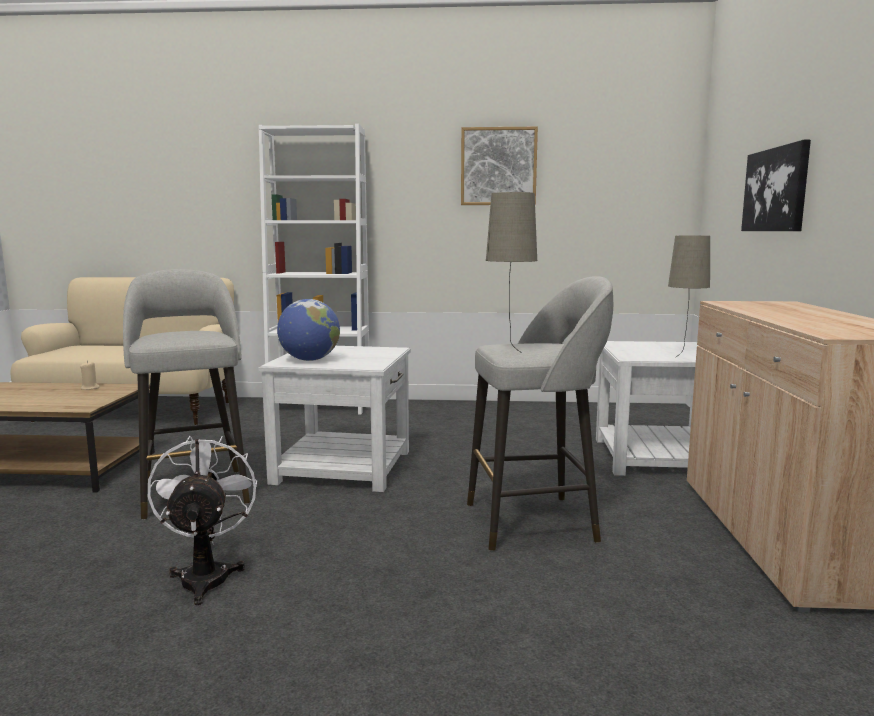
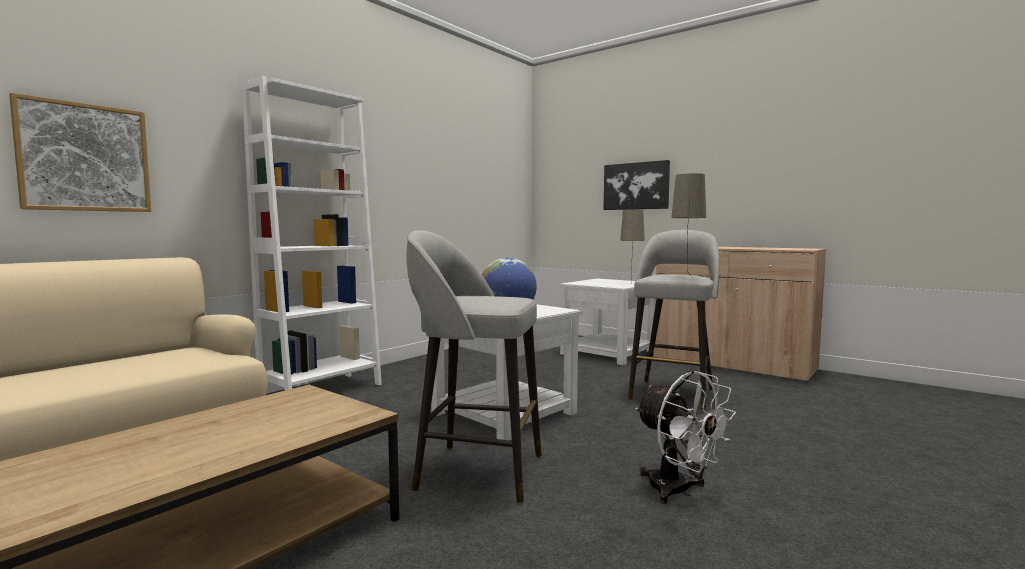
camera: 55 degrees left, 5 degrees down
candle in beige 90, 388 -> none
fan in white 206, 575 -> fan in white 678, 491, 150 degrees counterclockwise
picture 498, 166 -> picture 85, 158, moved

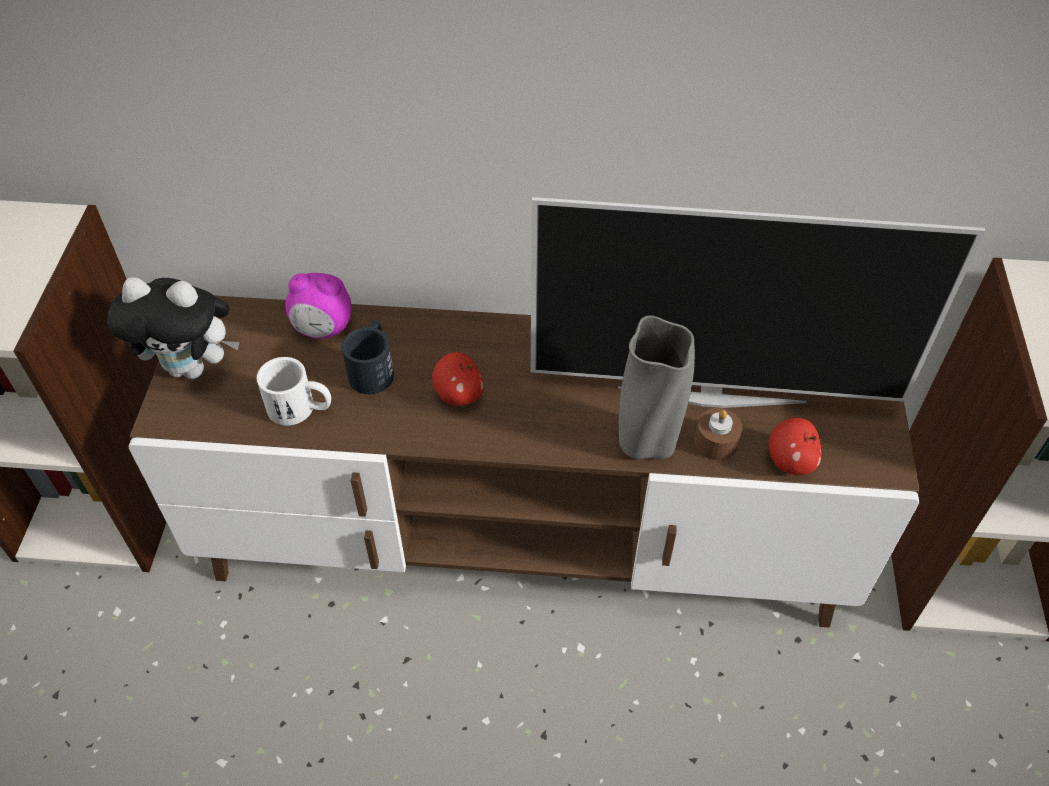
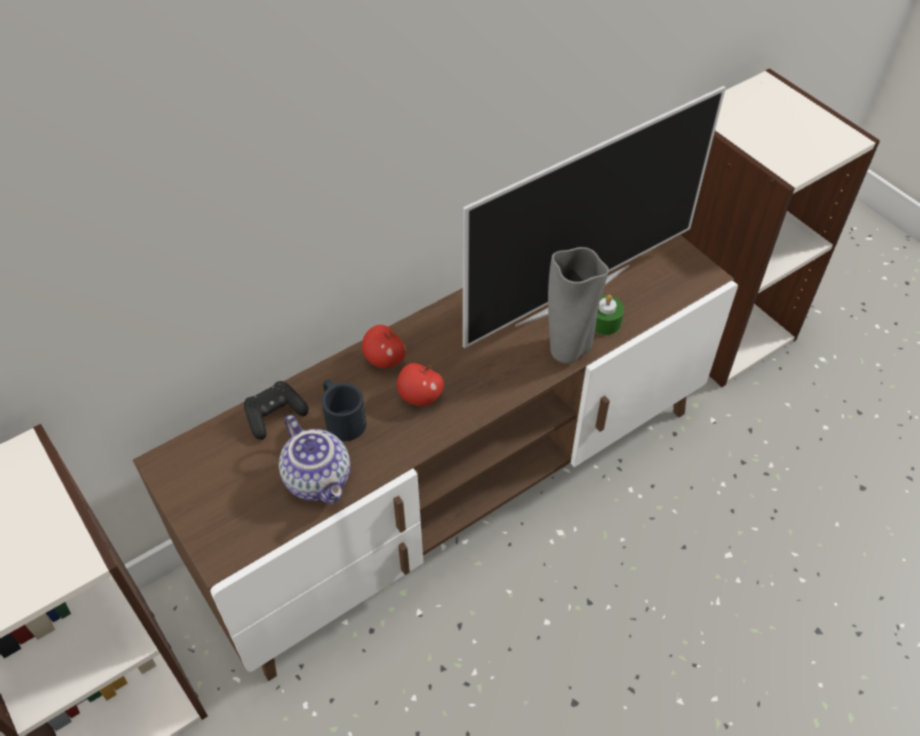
camera: 40 degrees left, 0 degrees up
plush toy 193, 367 -> none
mug in white 300, 408 -> teapot 320, 479
alarm clock 323, 329 -> game controller in black 275, 415
candle in brown 716, 442 -> candle in green 604, 322
apple 790, 462 -> apple 384, 360, moved

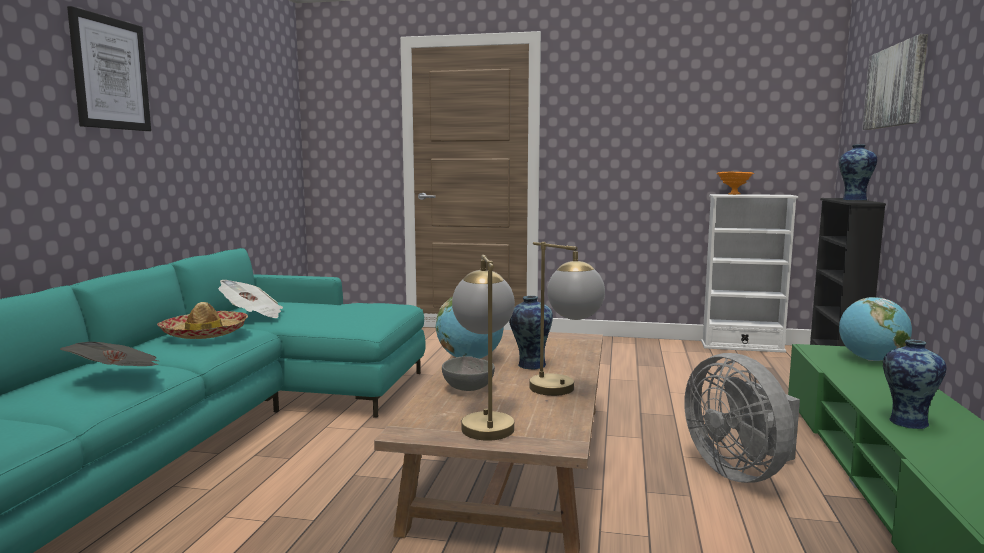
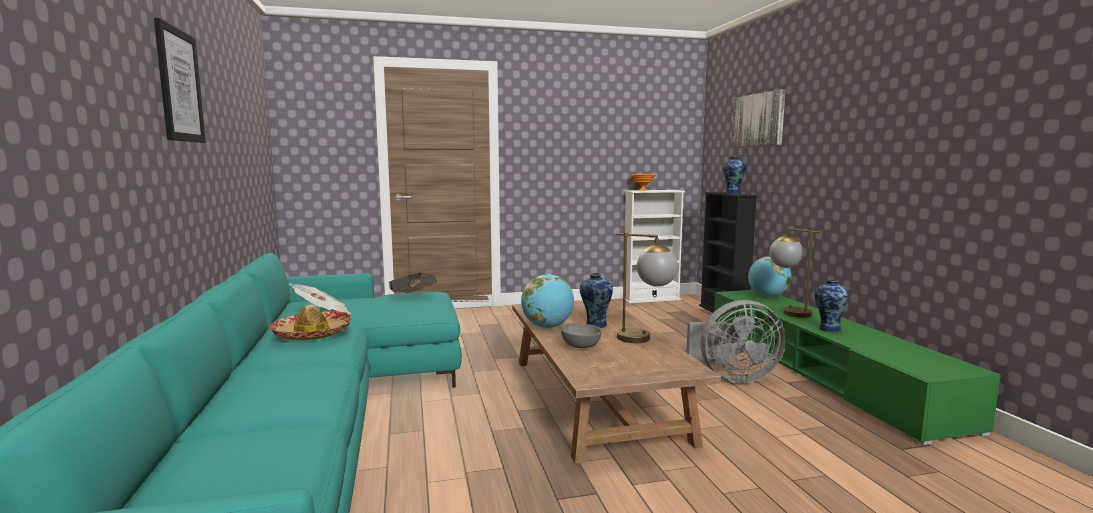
camera: 25 degrees left, 0 degrees up
newspaper 118, 378 -> newspaper 413, 296, moved
table lamp 484, 422 -> table lamp 788, 312, moved
fan in grey 740, 471 -> fan in grey 732, 377, 45 degrees counterclockwise

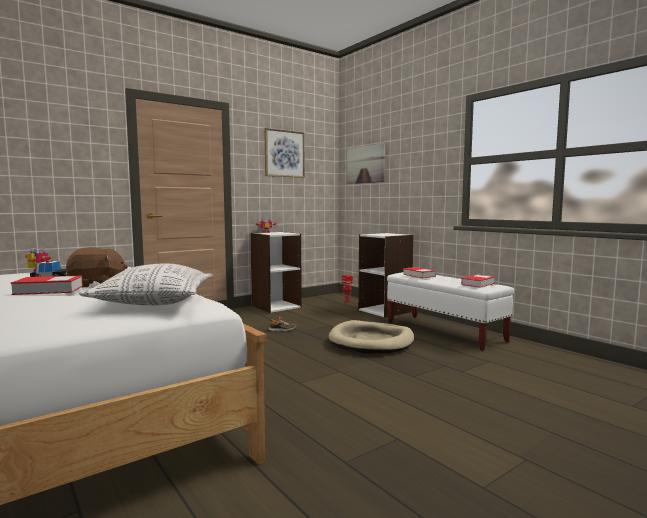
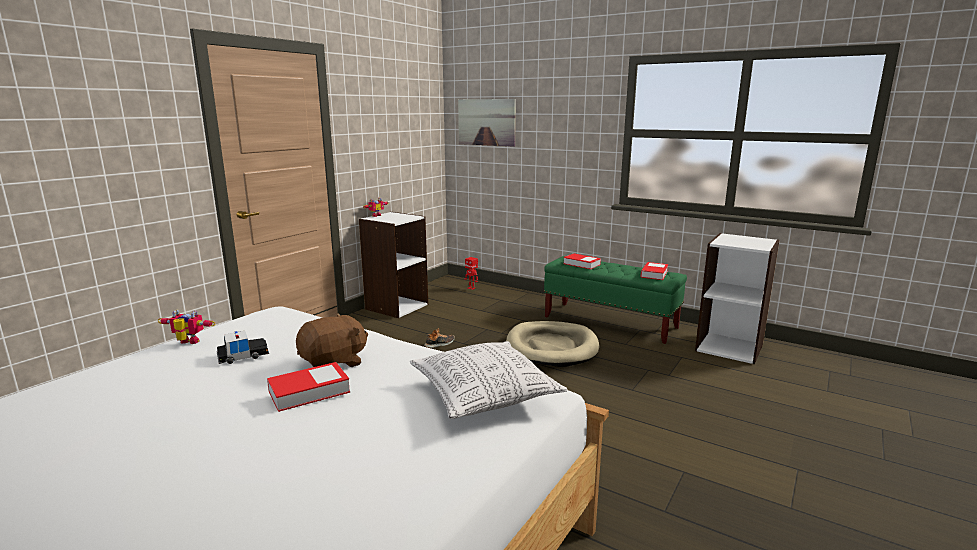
camera: 20 degrees left, 10 degrees up
picture 284, 153 -> none
bookcase in white 385, 311 -> bookcase in white 729, 347, moved
bench in white 444, 332 -> bench in green 610, 323

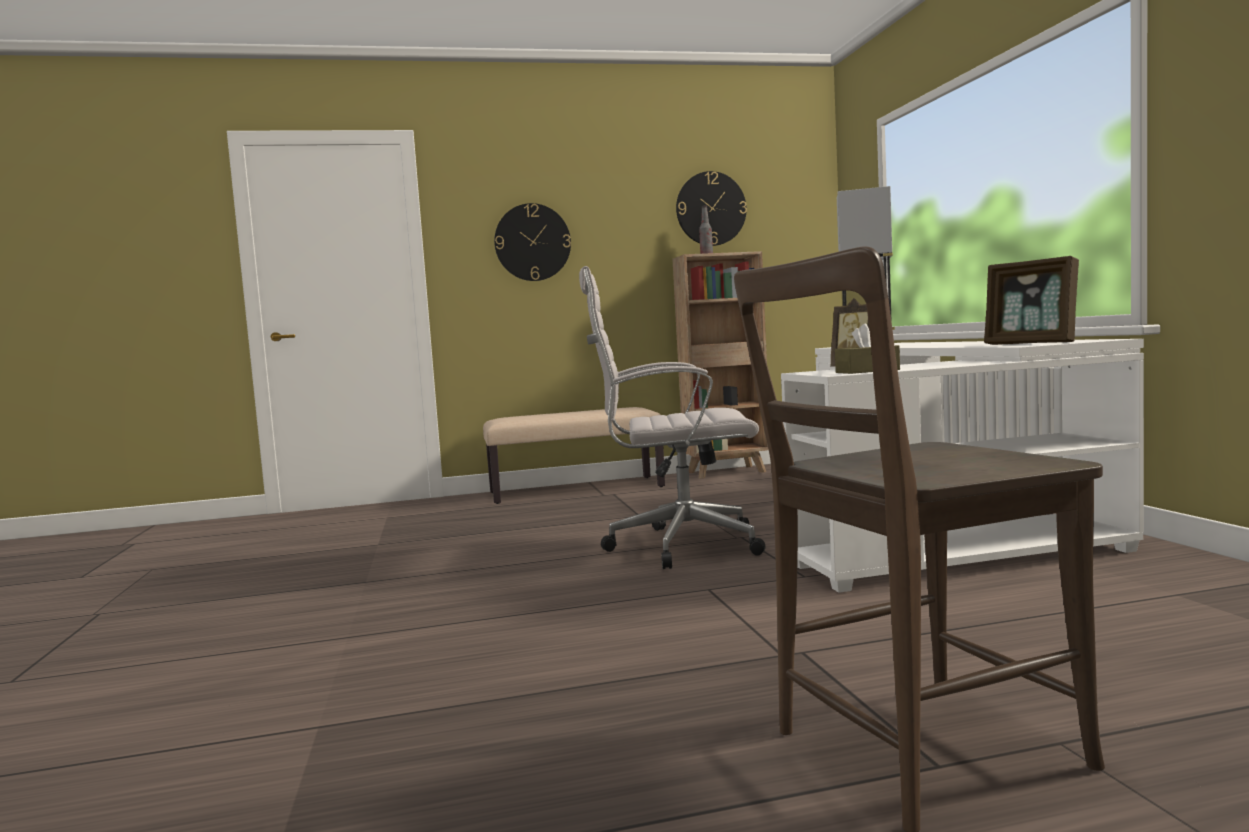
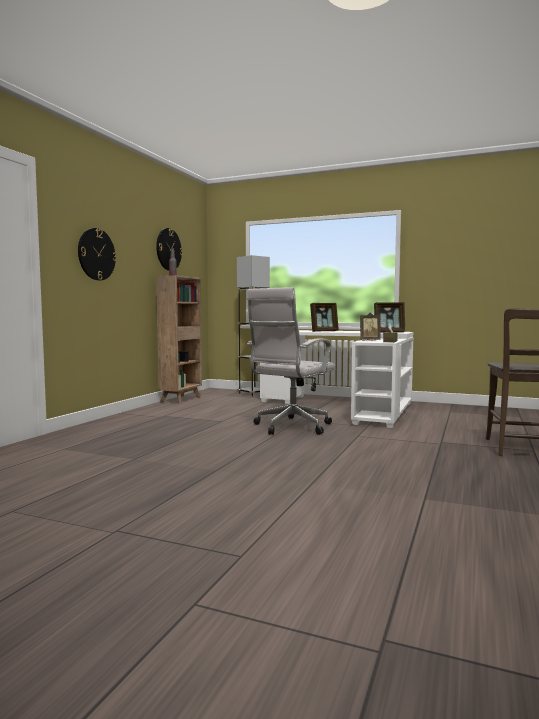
camera: 55 degrees left, 0 degrees up
bench in beige 576, 489 -> none
none -> picture frame 324, 331

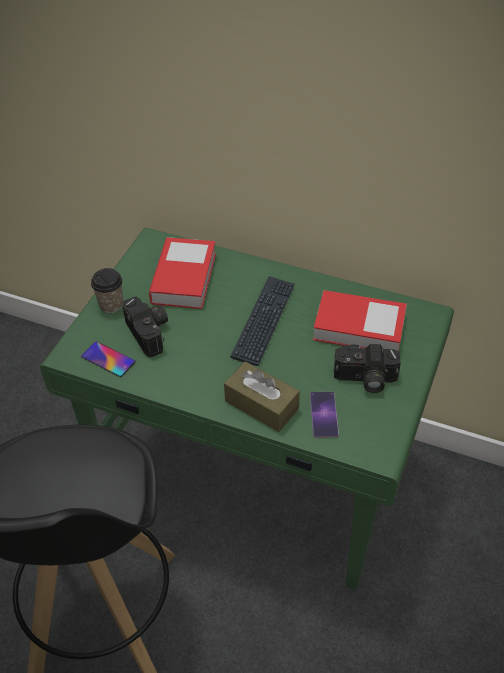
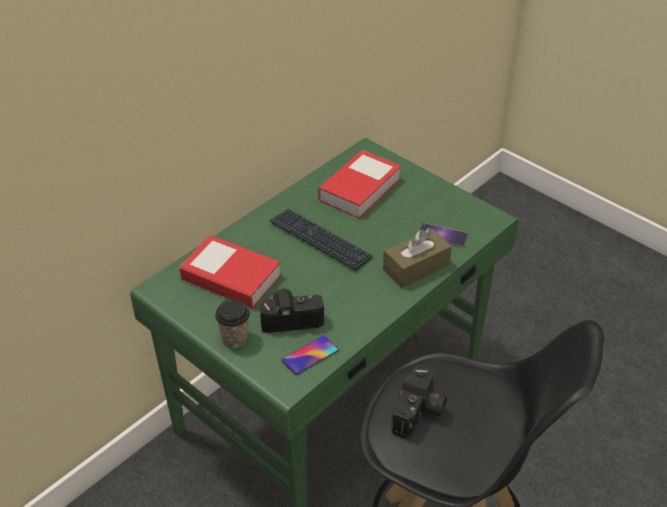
camera: 70 degrees left, 5 degrees down
photo camera 365, 379 -> photo camera 419, 413, moved

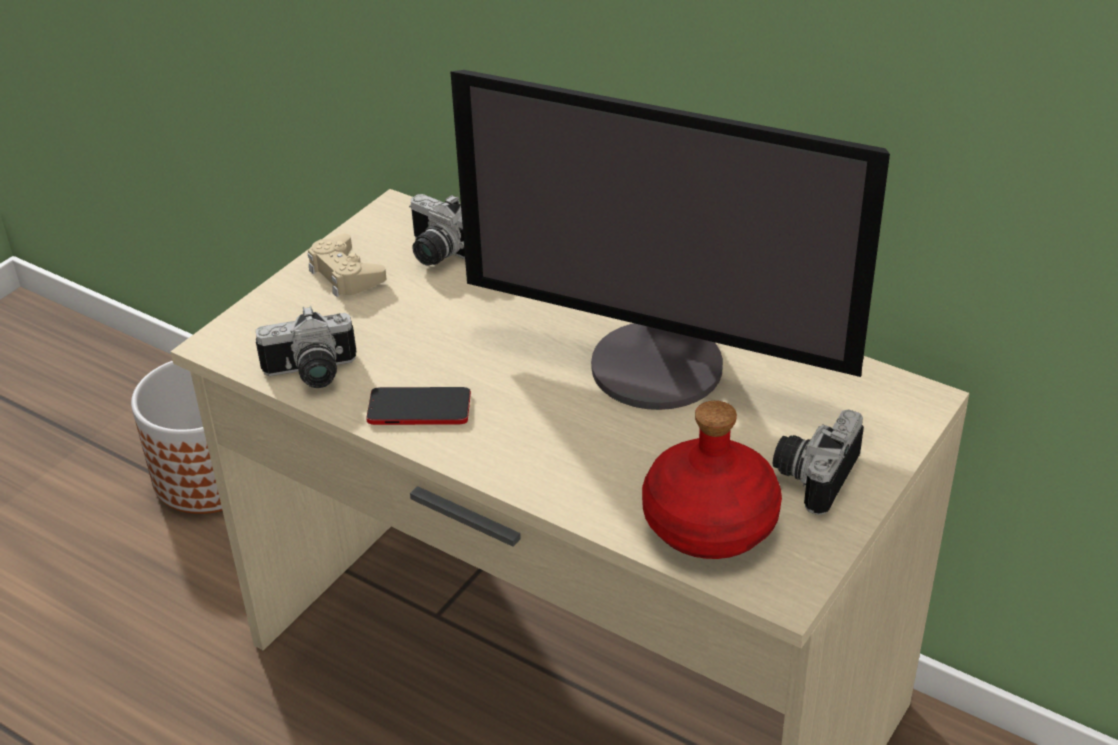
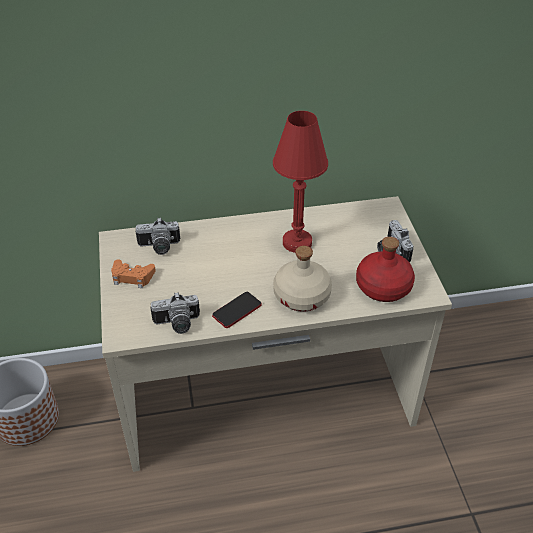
camera: 45 degrees left, 5 degrees up
photo camera 311, 375 -> photo camera 177, 324, 45 degrees clockwise
game controller in beige 345, 274 -> game controller in orange 132, 277
monitor 660, 365 -> table lamp in red 297, 242
none -> bottle in beige 302, 296

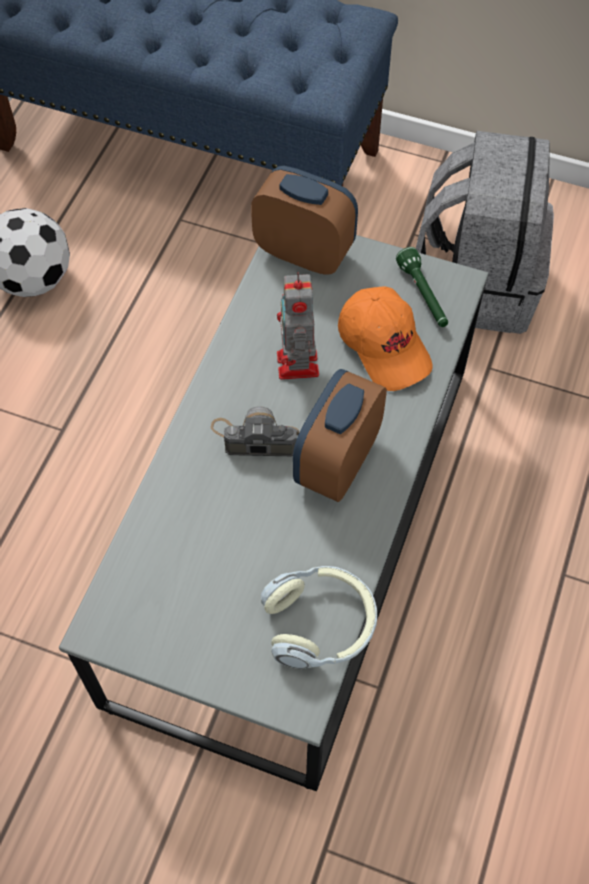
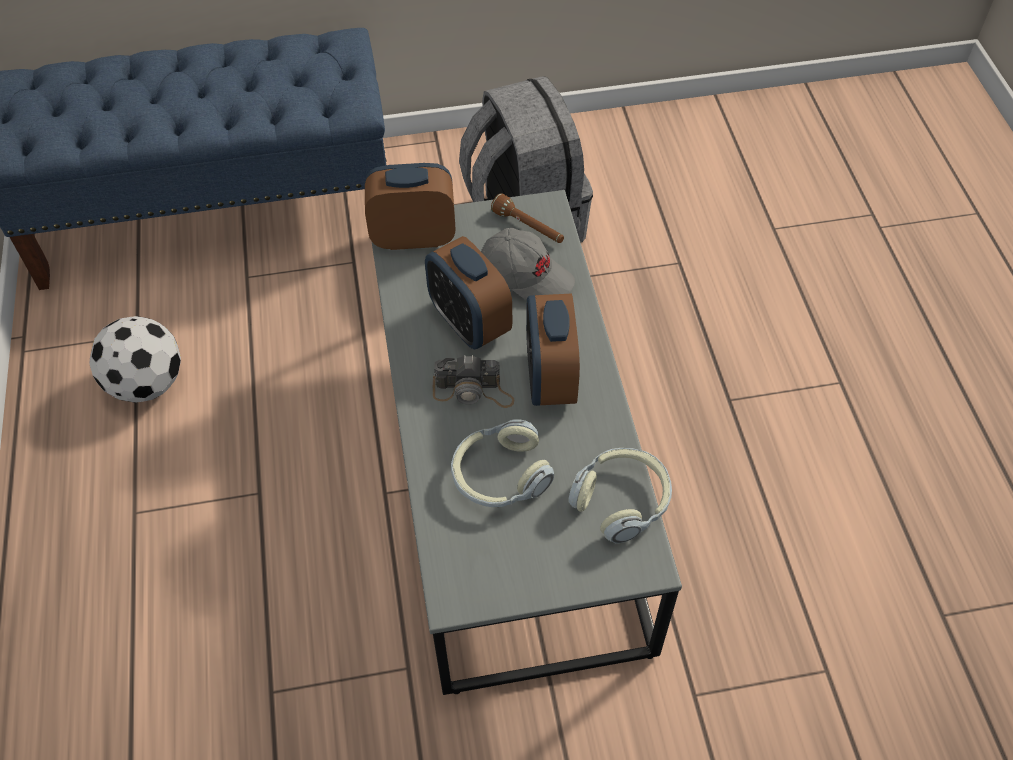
camera: 30 degrees left, 5 degrees down
photo camera 254, 437 -> photo camera 473, 391, 150 degrees counterclockwise
toy robot 298, 366 -> alarm clock 469, 323
cap in orange 385, 346 -> cap in grey 526, 277
flashlight in green 423, 296 -> flashlight in brown 528, 227
none -> headphones 499, 476

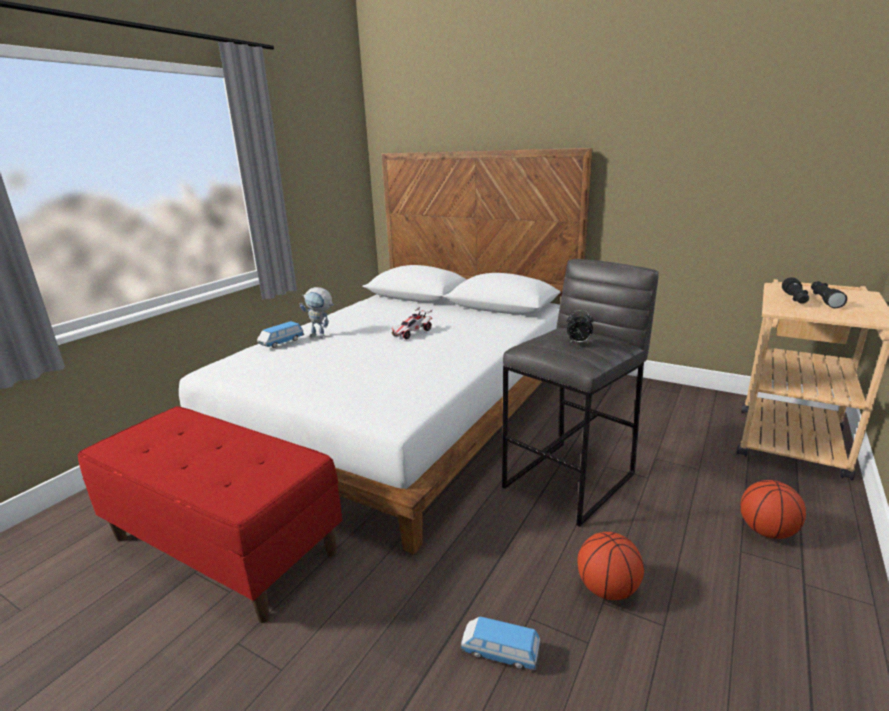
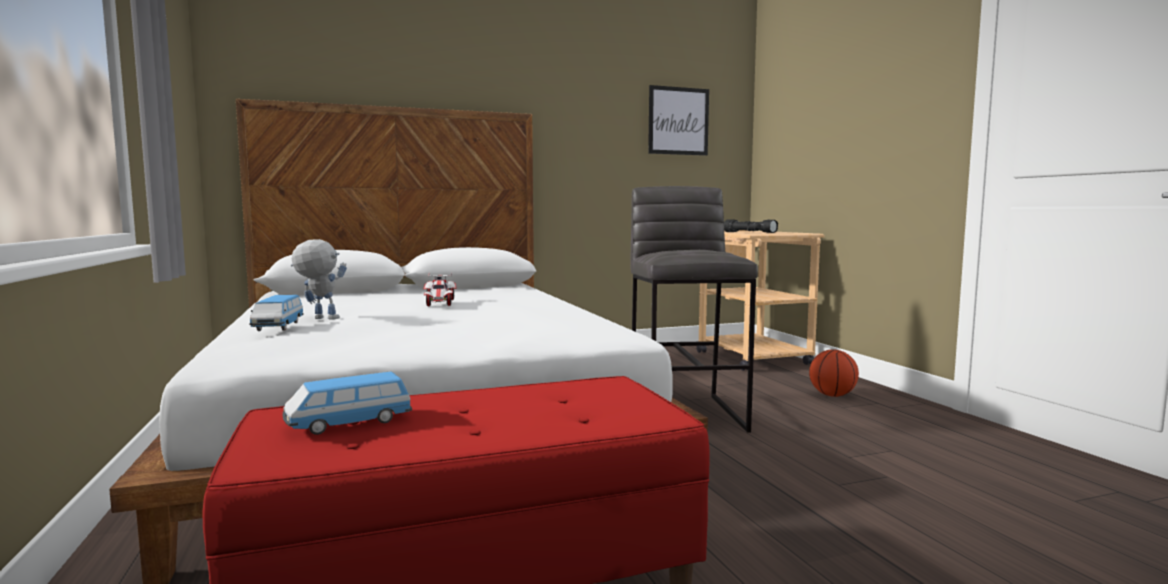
camera: 50 degrees left, 15 degrees down
toy robot 322, 336 -> toy robot 319, 318, 135 degrees counterclockwise
toy car 500, 652 -> toy car 348, 423, moved
alarm clock 578, 343 -> none
basketball 607, 589 -> none
none -> picture 678, 121

